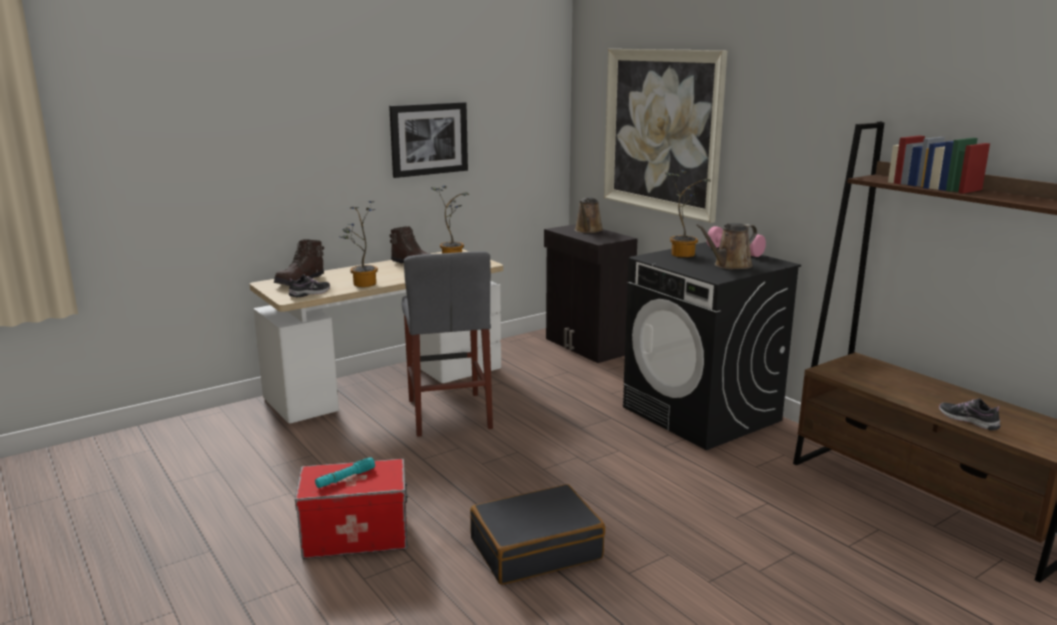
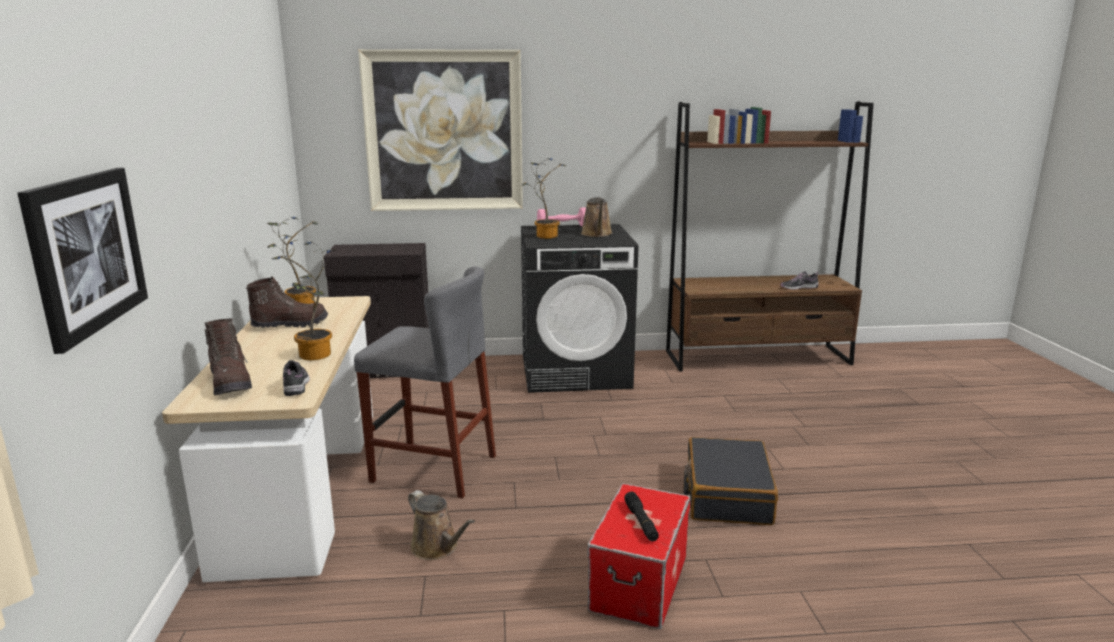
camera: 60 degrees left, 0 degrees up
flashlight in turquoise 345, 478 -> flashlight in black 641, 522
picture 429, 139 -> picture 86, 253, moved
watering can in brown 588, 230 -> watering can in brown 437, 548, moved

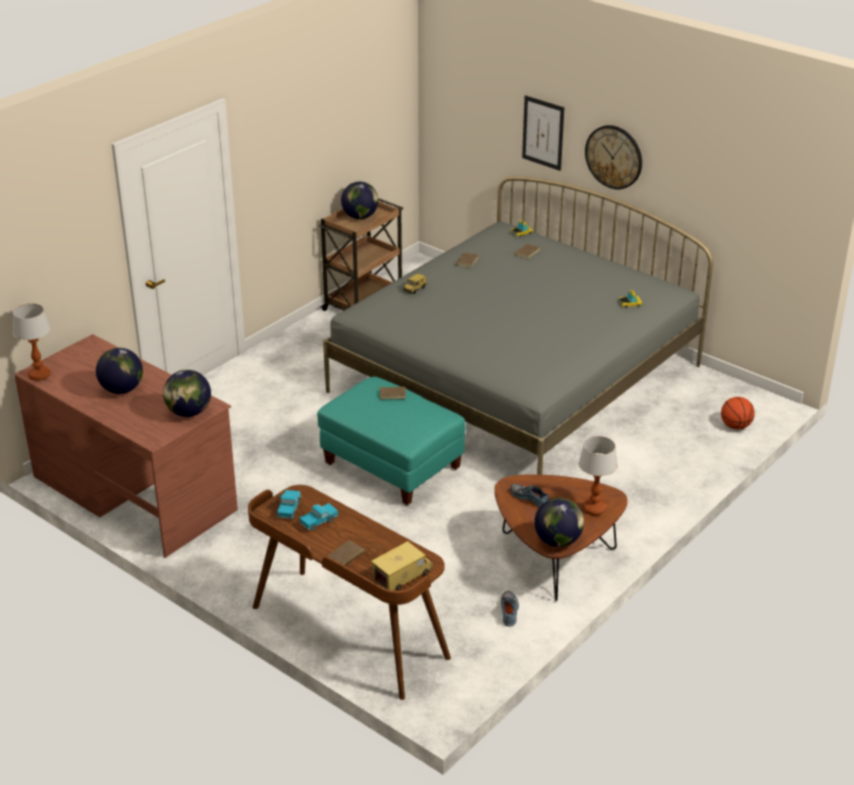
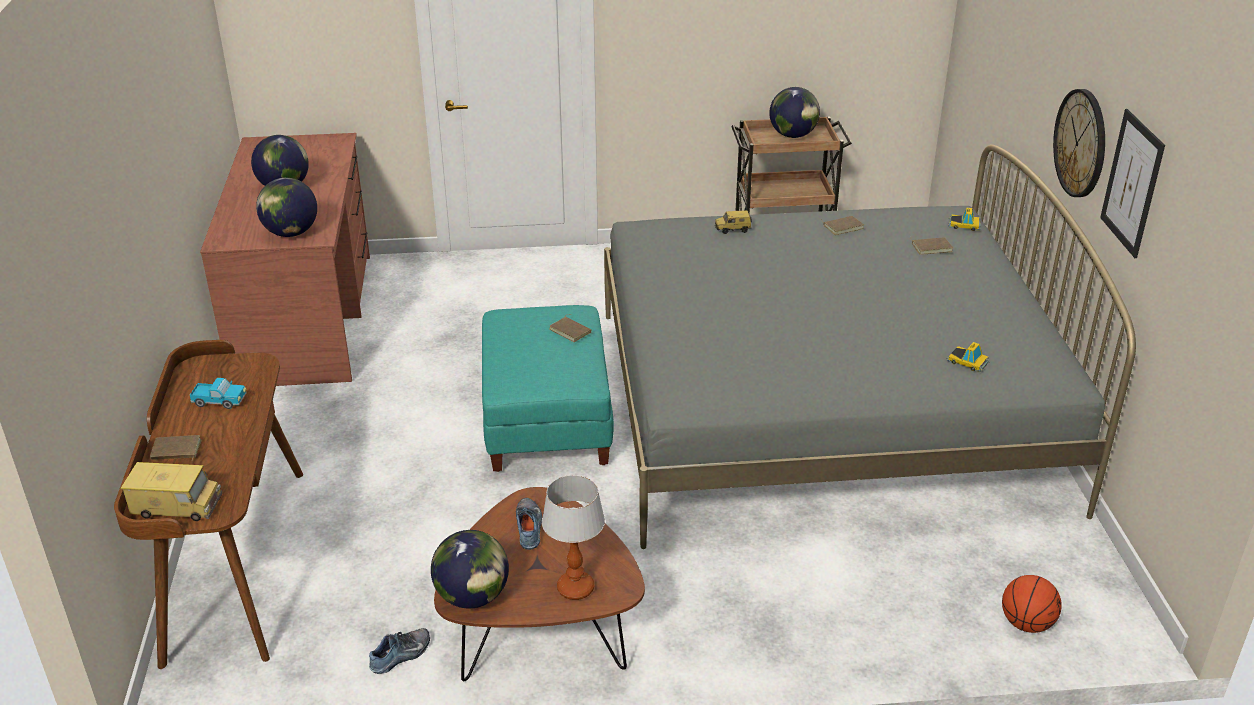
camera: 45 degrees right, 0 degrees up
table lamp 39, 375 -> none
toy truck 289, 509 -> none
picture 543, 133 -> picture 1132, 183, moved

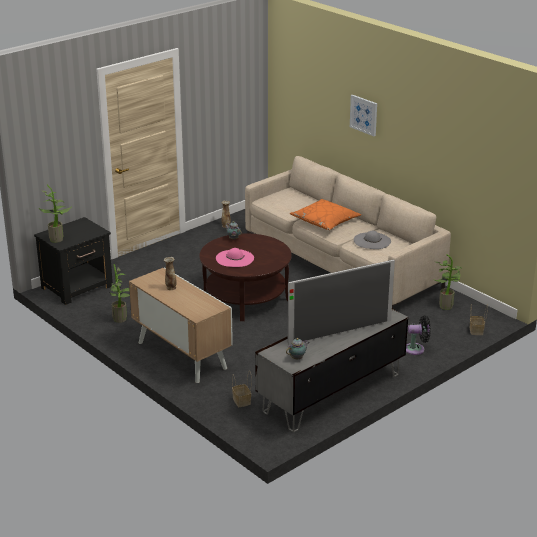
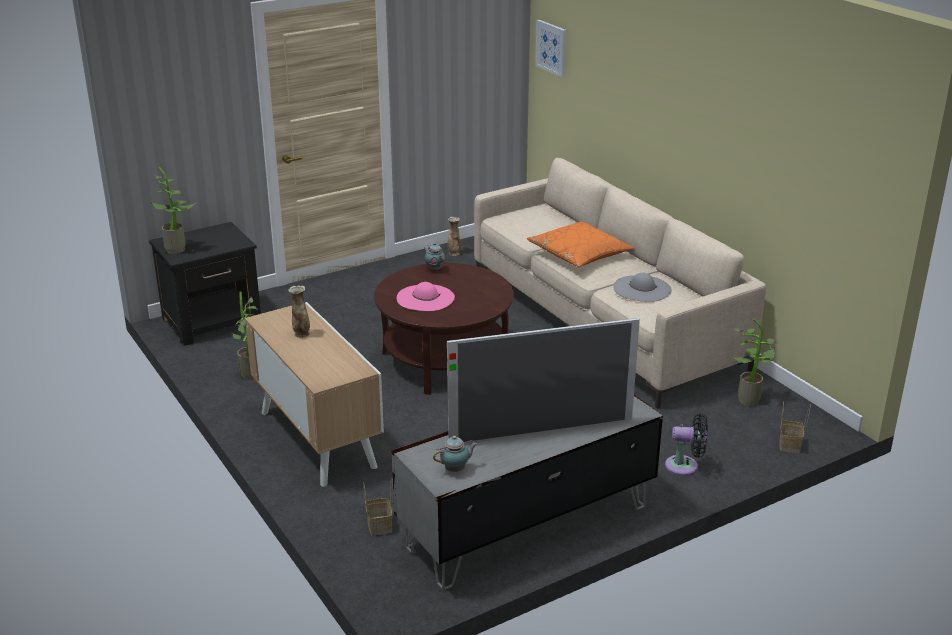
camera: 10 degrees right, 0 degrees up
picture 364, 115 -> picture 552, 48, moved

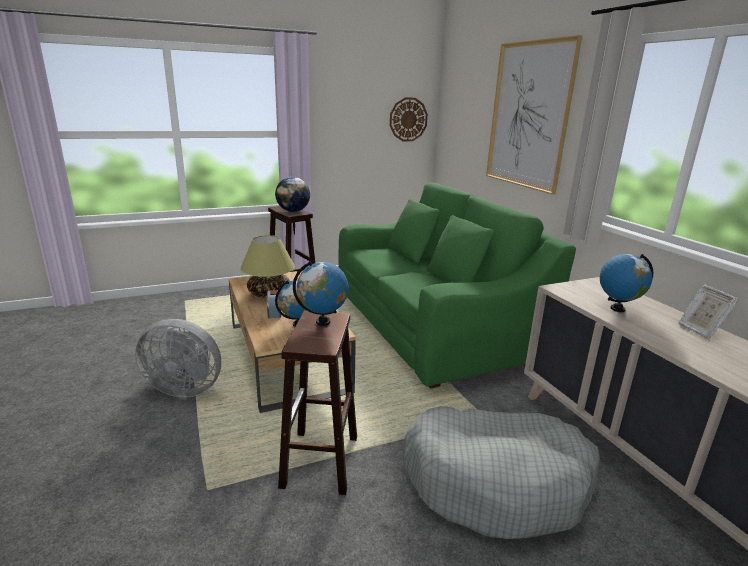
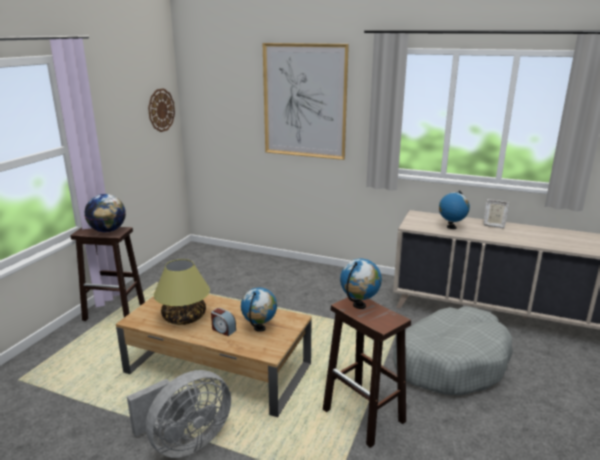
camera: 45 degrees left, 0 degrees up
sofa in green 430, 326 -> none

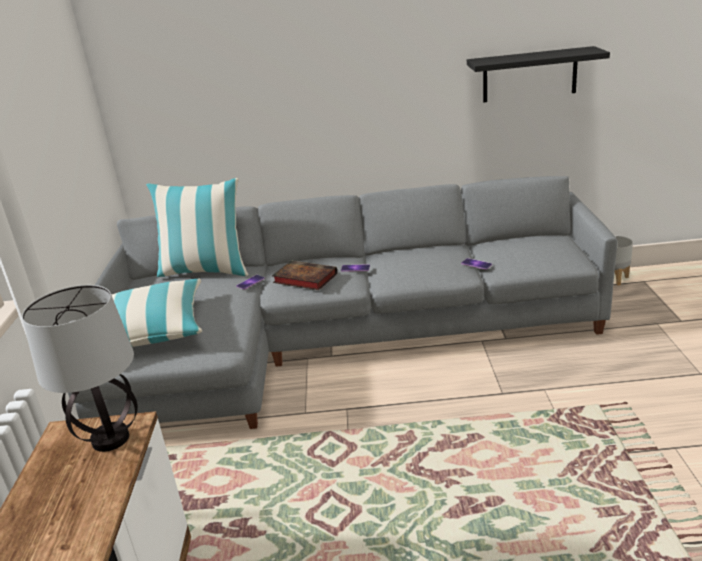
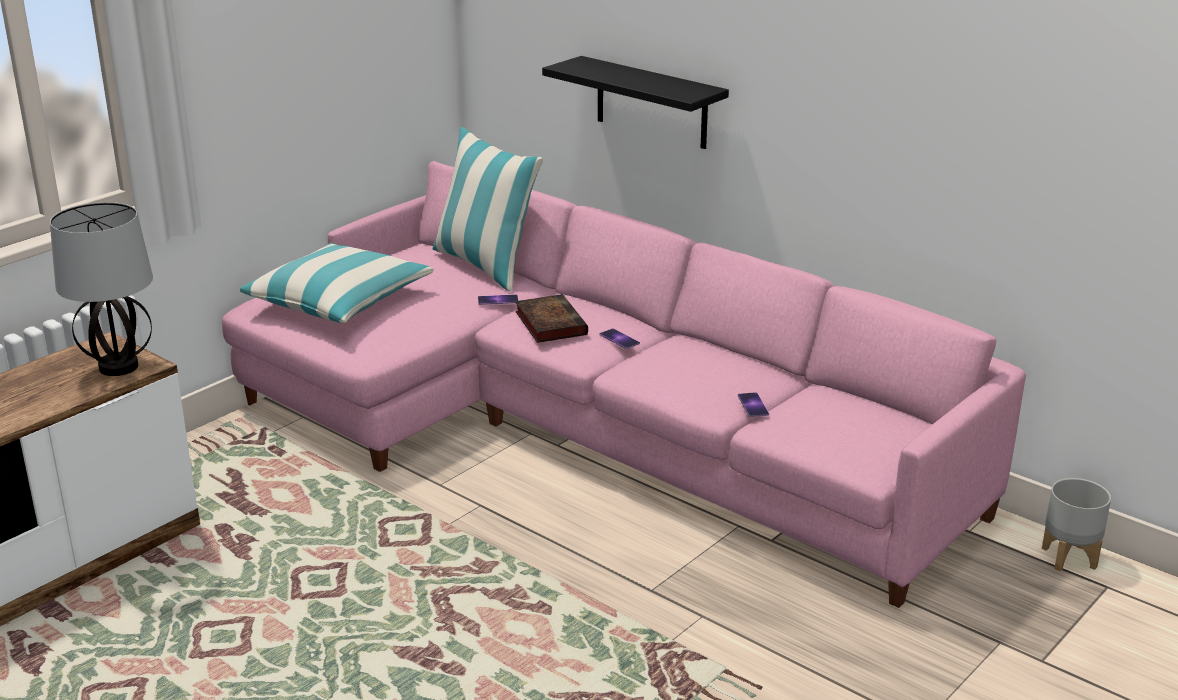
camera: 40 degrees right, 0 degrees up
sofa in grey 329, 341 -> sofa in pink 581, 428
shelf in black 529, 75 -> shelf in black 651, 103, moved

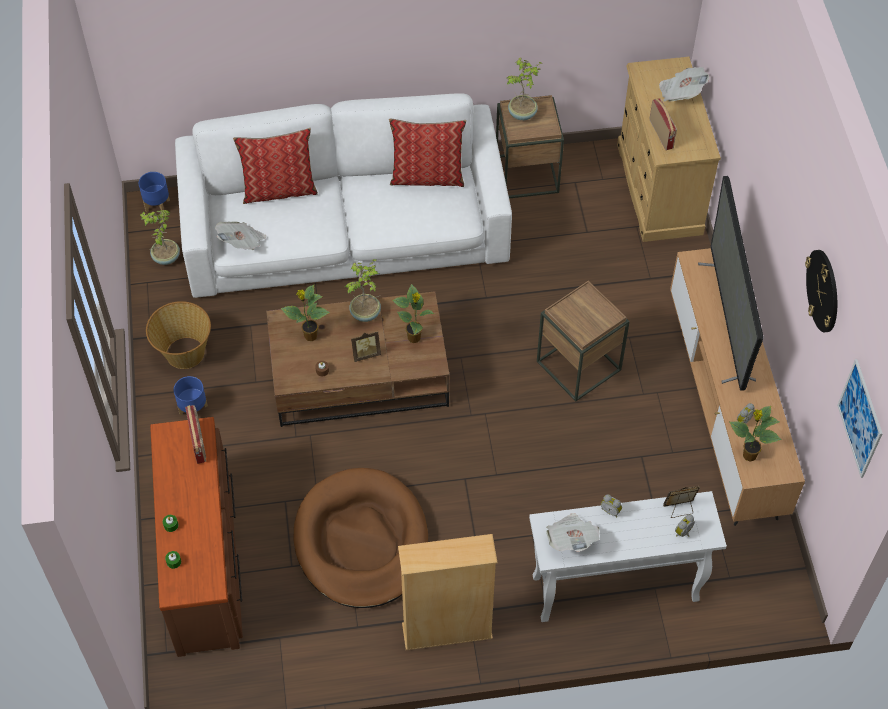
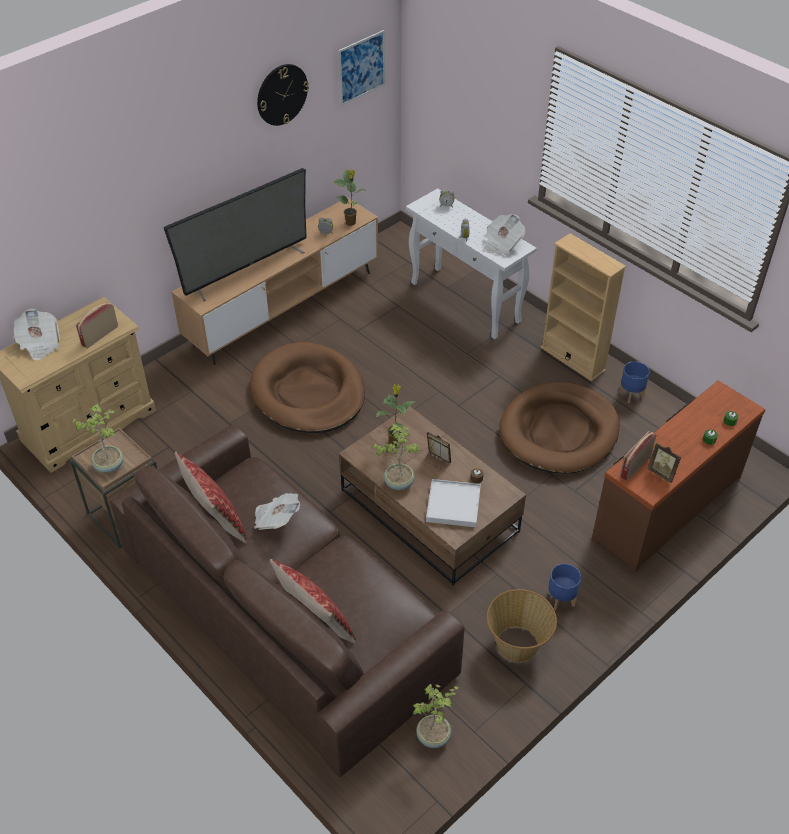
camera: 125 degrees left, 10 degrees down
planter in blue 157, 205 -> planter in blue 630, 395, moved
sofa in white 345, 229 -> sofa in brown 287, 610
newspaper 242, 243 -> newspaper 276, 519, moved
potted plant 309, 336 -> tray in white 453, 505
side table in brown 578, 365 -> dog bed in brown 308, 392
picture frame 679, 509 -> picture frame 662, 473, moved

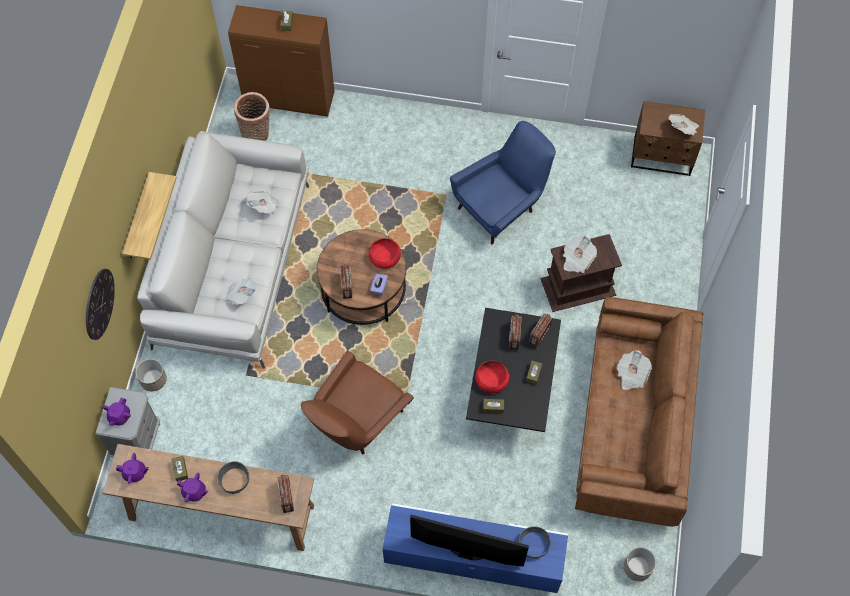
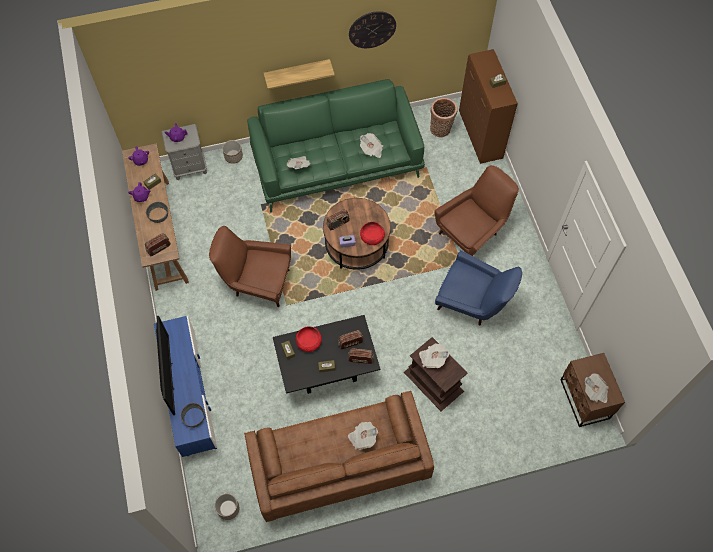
camera: 65 degrees right, 0 degrees up
wall clock 99, 304 -> wall clock 372, 29, moved
sofa in white 234, 263 -> sofa in green 337, 161
none -> armchair in brown 472, 231

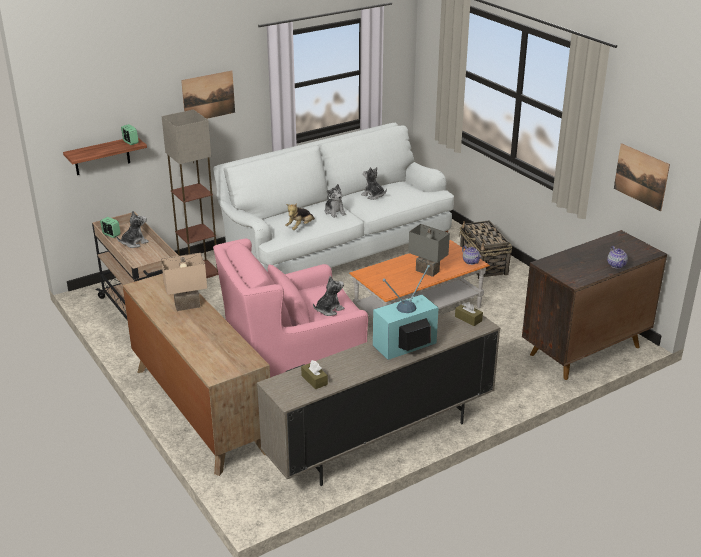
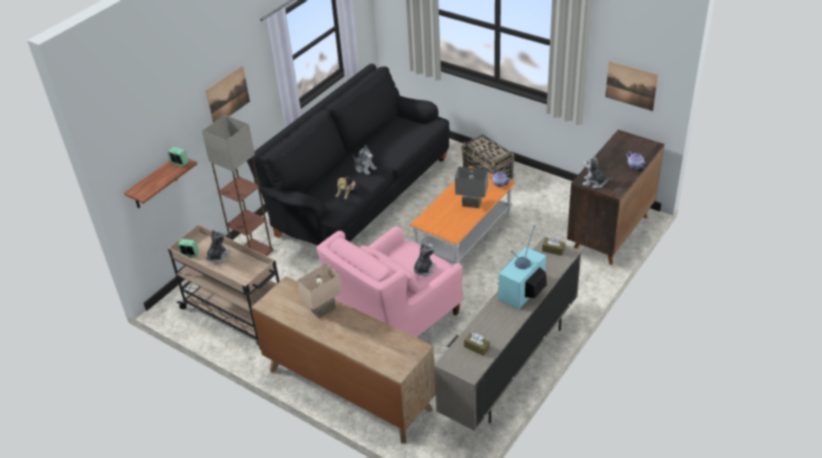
camera: 20 degrees left, 10 degrees up
sofa in white 337, 251 -> sofa in black 359, 196
plush toy 373, 195 -> plush toy 594, 182, moved

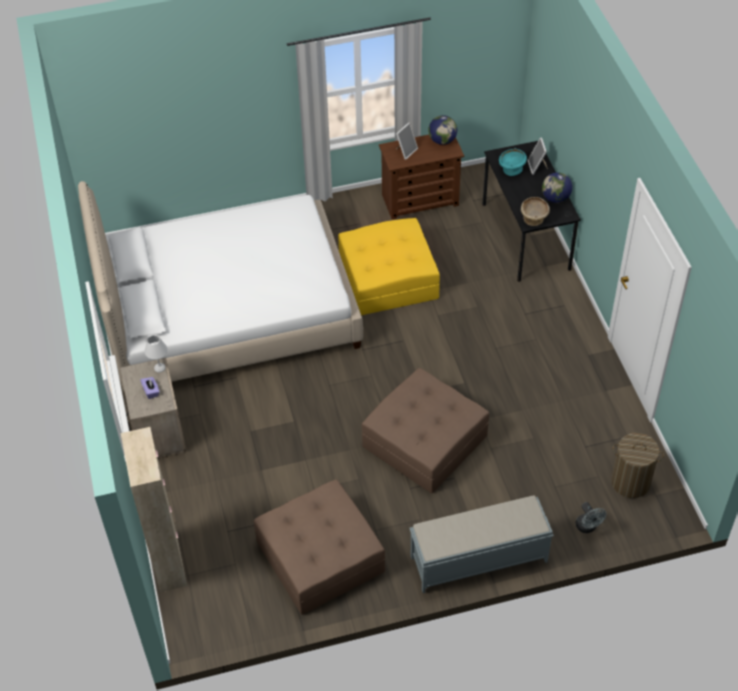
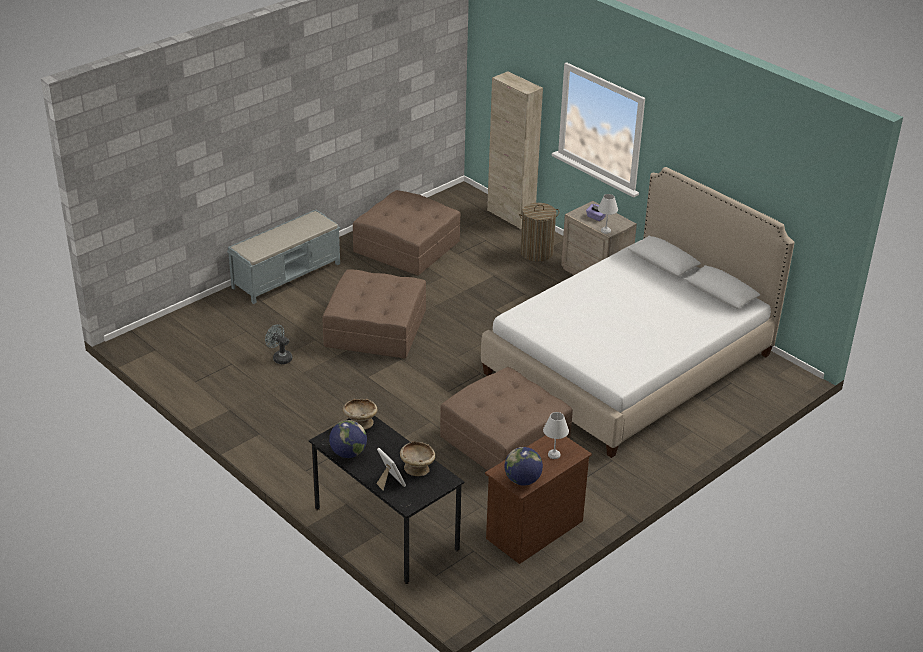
camera: 150 degrees right, 15 degrees down
ottoman in yellow 388, 277 -> ottoman in brown 505, 438
picture frame 406, 151 -> table lamp in white 554, 455
bowl in turquoise 511, 170 -> bowl in beige 417, 468
fan in grey 588, 527 -> fan in grey 280, 357, moved
laundry basket 630, 482 -> laundry basket 536, 252, moved

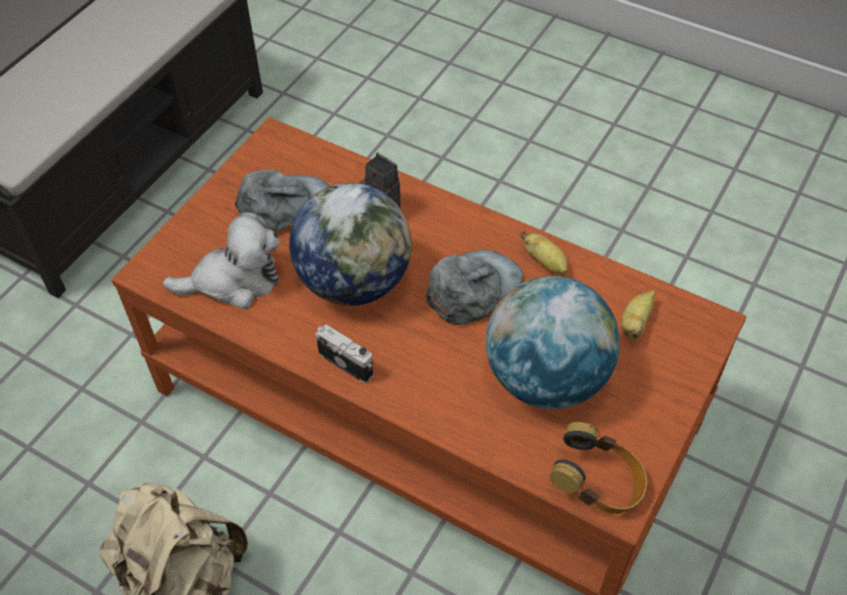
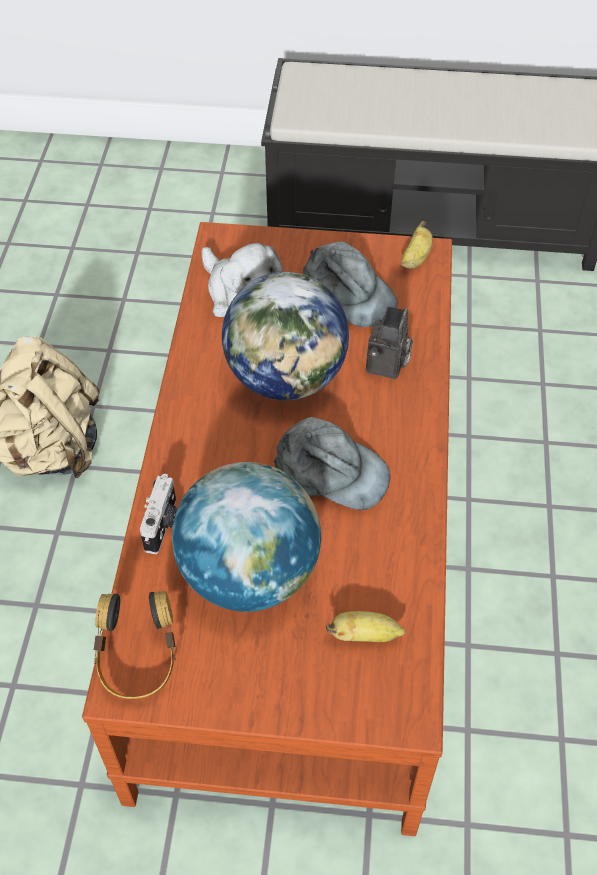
camera: 65 degrees right, 0 degrees up
photo camera 347, 362 -> photo camera 163, 525, moved
banana 545, 262 -> banana 415, 259, moved

